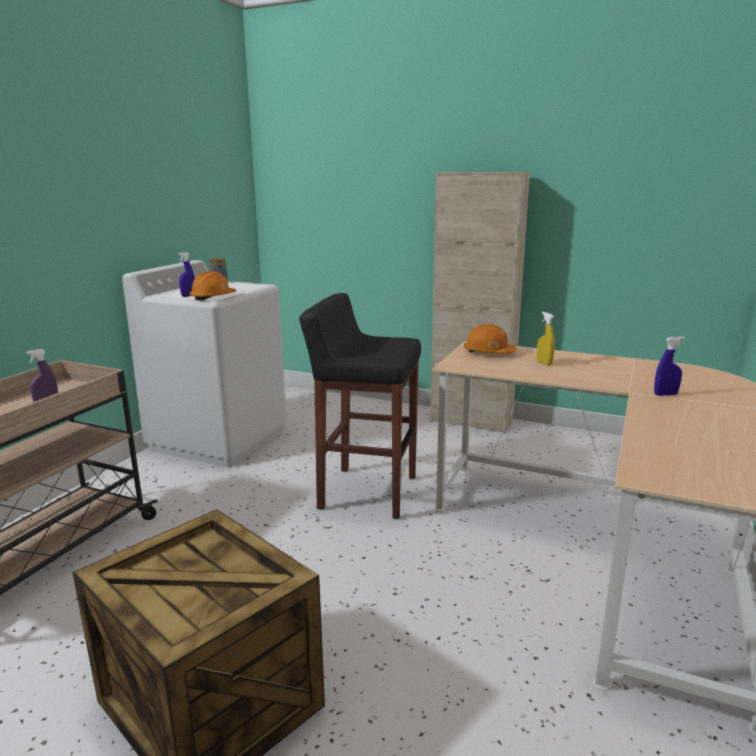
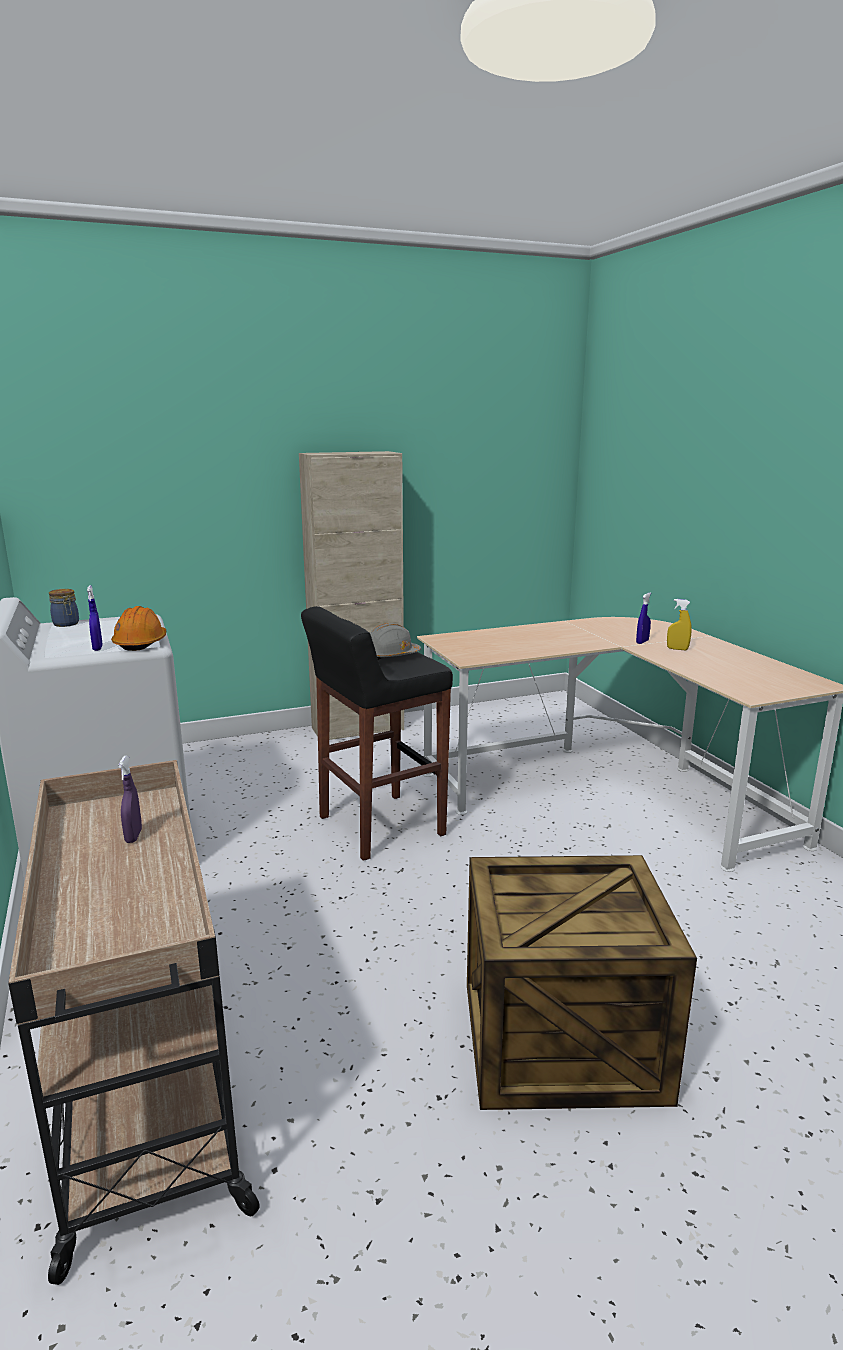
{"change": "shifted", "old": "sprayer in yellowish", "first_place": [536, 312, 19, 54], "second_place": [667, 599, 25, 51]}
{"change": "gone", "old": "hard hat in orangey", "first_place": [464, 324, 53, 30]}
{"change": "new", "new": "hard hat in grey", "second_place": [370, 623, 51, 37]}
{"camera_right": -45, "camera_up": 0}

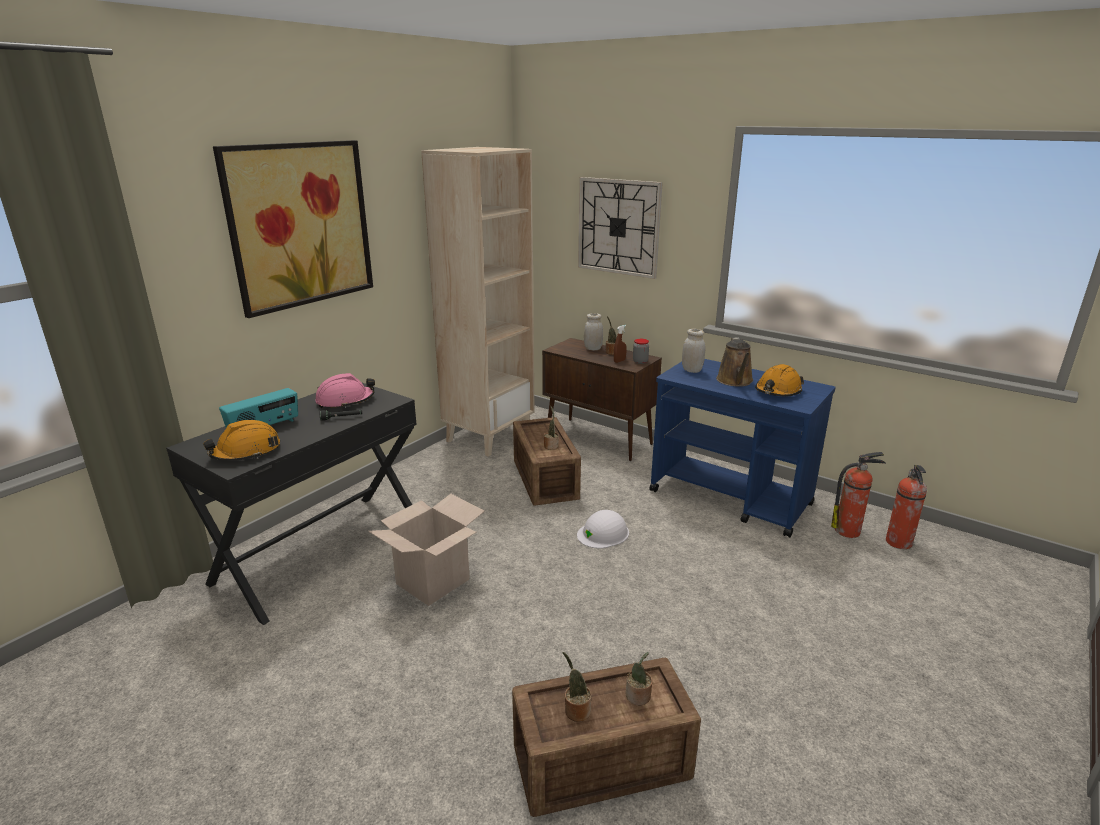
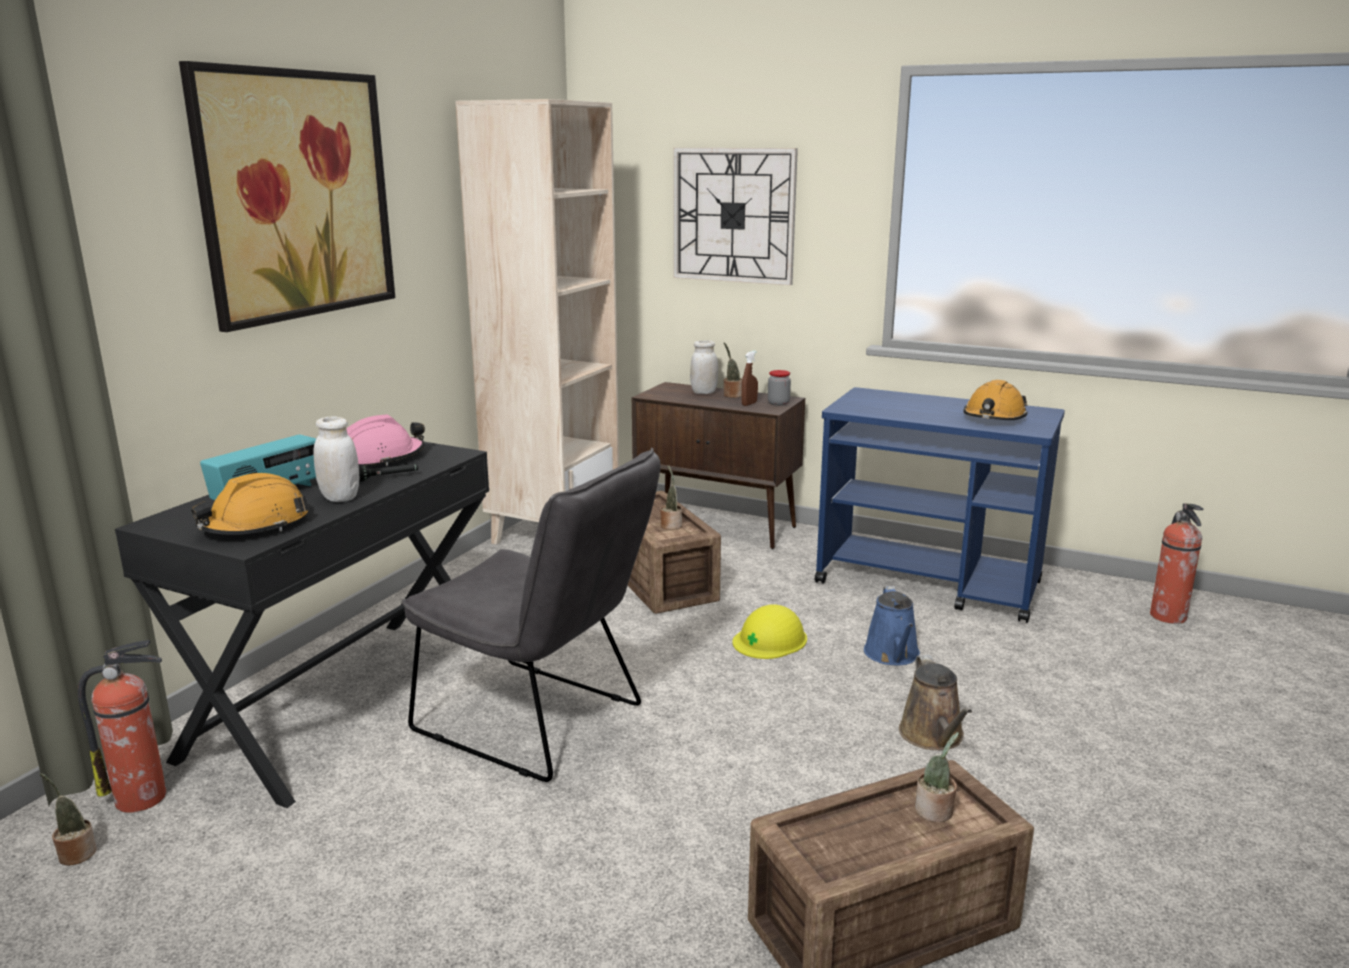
{"change": "shifted", "old": "storage jar in white-coloured", "first_place": [682, 329, 24, 44], "second_place": [313, 416, 46, 86]}
{"change": "shifted", "old": "sprinkling can in brown", "first_place": [716, 338, 37, 49], "second_place": [899, 655, 73, 95]}
{"change": "shifted", "old": "fire-fighting cylinder", "first_place": [831, 452, 55, 86], "second_place": [78, 640, 89, 173]}
{"change": "swapped", "old": "cardboard box", "new": "plain chair in grey", "first_place": [368, 494, 117, 112], "second_place": [402, 448, 259, 334]}
{"change": "repainted", "old": "hard hat in white-coloured", "new": "hard hat in yellowish", "first_place": [577, 510, 52, 39], "second_place": [732, 605, 75, 54]}
{"change": "shifted", "old": "plant in a pot", "first_place": [563, 652, 28, 70], "second_place": [40, 773, 57, 93]}
{"change": "new", "new": "sprinkling can in blue-coloured", "second_place": [864, 586, 56, 79]}
{"camera_right": -10, "camera_up": -5}

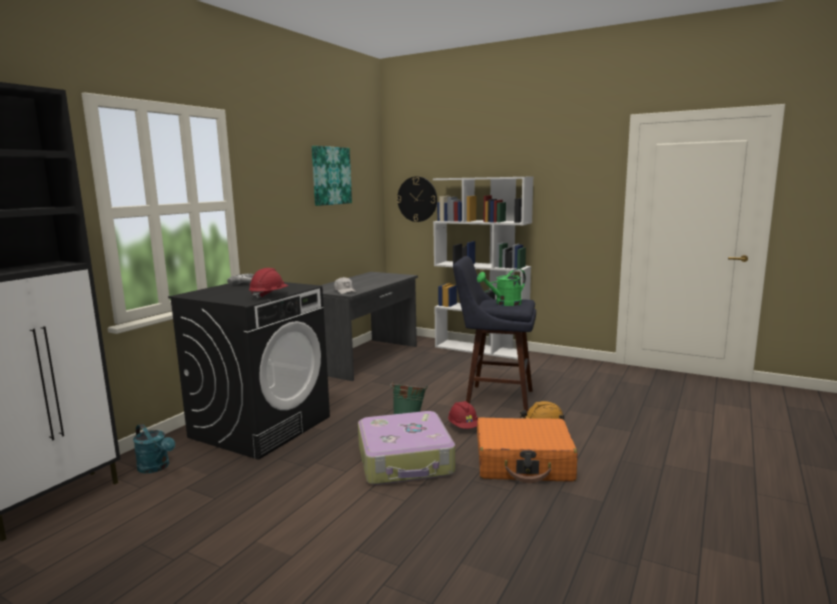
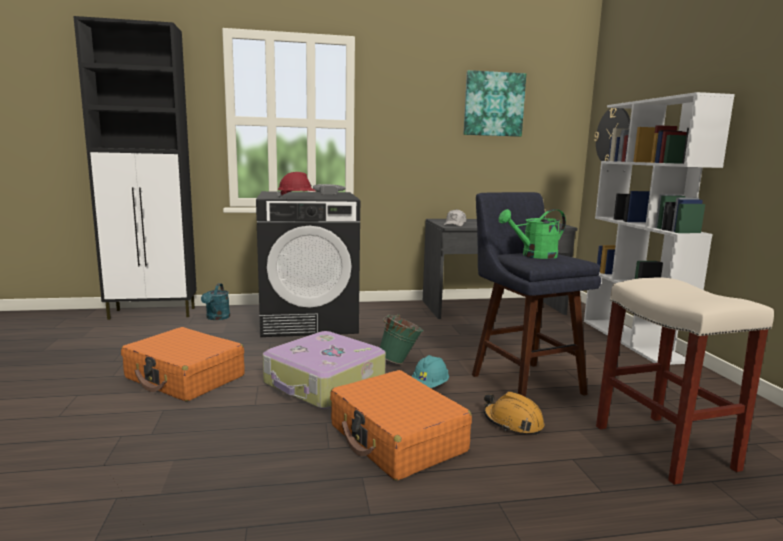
{"change": "rotated", "old": "sprinkling can in green", "first_place": [477, 269, 49, 37], "second_place": [498, 209, 68, 50], "degrees": -45}
{"change": "repainted", "old": "hard hat in reddish", "new": "hard hat in turquoise-coloured", "first_place": [448, 401, 30, 28], "second_place": [411, 355, 38, 33]}
{"change": "new", "new": "stool in sand-coloured", "second_place": [596, 277, 178, 208]}
{"change": "new", "new": "piece of luggage in orangey", "second_place": [121, 327, 124, 75]}
{"camera_right": 50, "camera_up": 0}

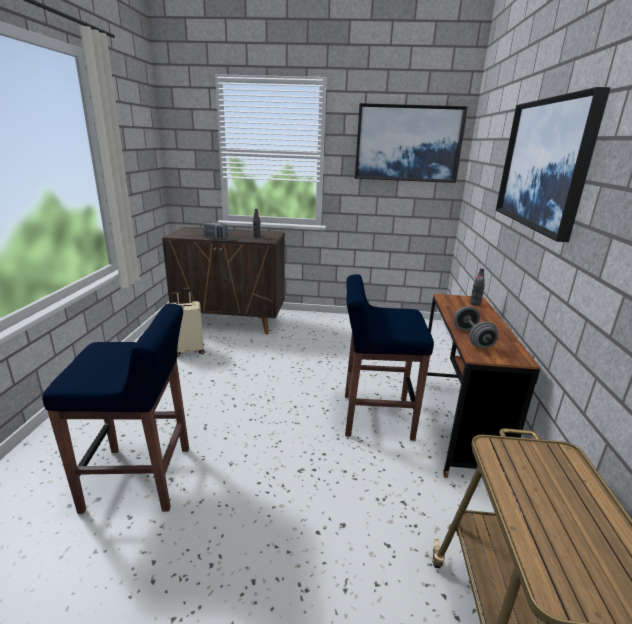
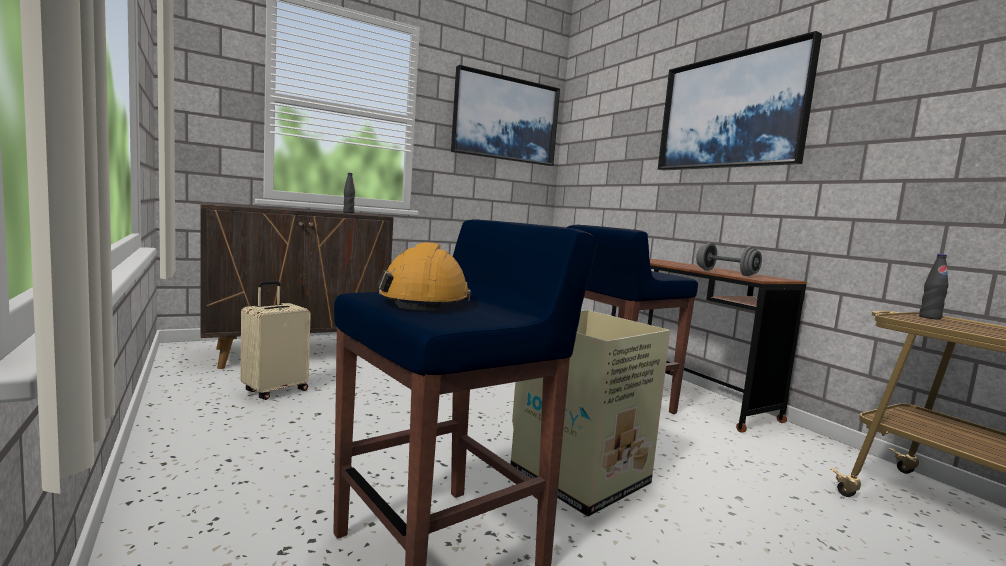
{"change": "gone", "old": "radio receiver", "first_place": [203, 221, 25, 18]}
{"change": "shifted", "old": "beverage bottle in black", "first_place": [470, 268, 15, 38], "second_place": [919, 254, 29, 66]}
{"change": "new", "new": "hard hat in orangey", "second_place": [377, 242, 95, 68]}
{"change": "new", "new": "cardboard box", "second_place": [511, 310, 159, 207]}
{"camera_right": -35, "camera_up": -15}

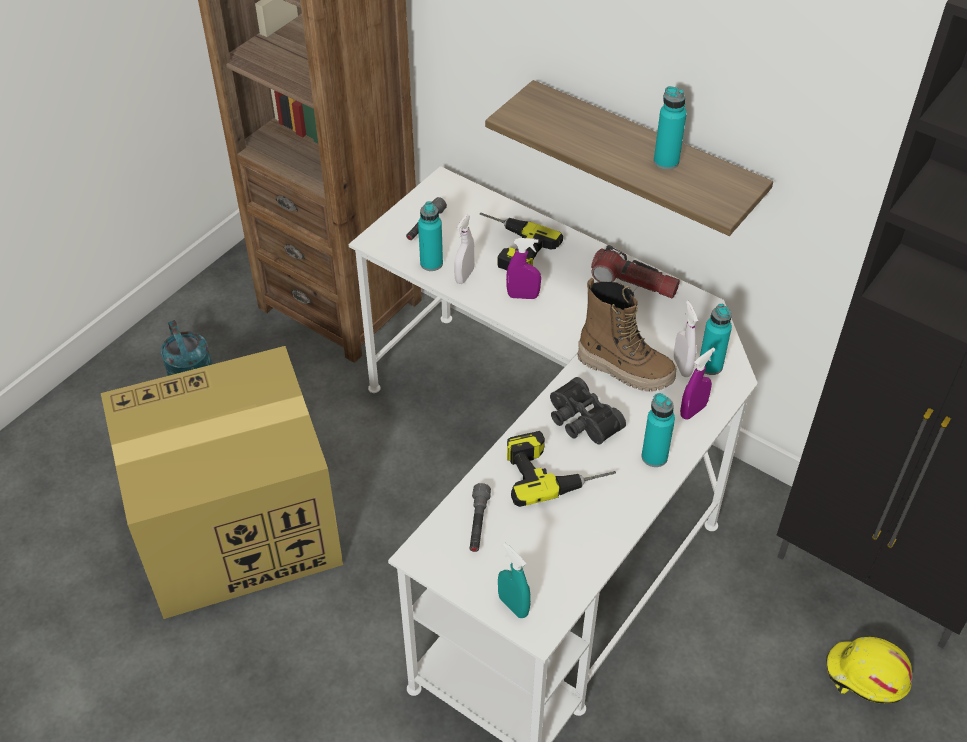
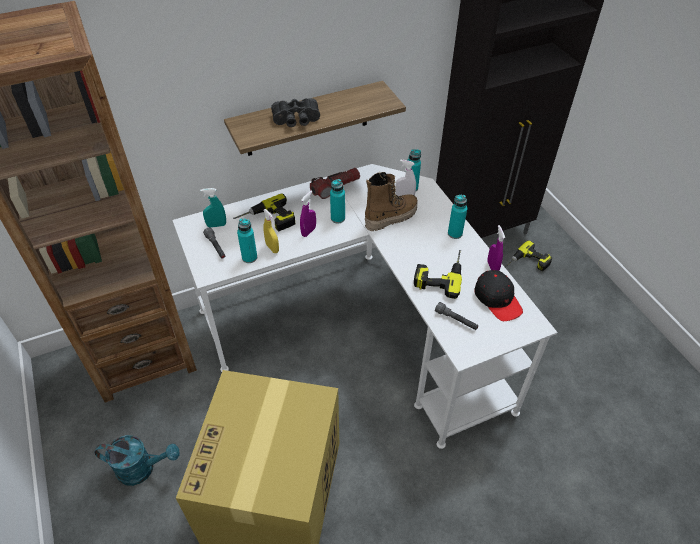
{"change": "shifted", "old": "beverage bottle in turquoise-coloured", "first_place": [654, 86, 33, 84], "second_place": [330, 179, 15, 44]}
{"change": "repainted", "old": "sprayer in white-coloured", "new": "sprayer in yellowish", "first_place": [454, 215, 21, 69], "second_place": [263, 209, 16, 44]}
{"change": "shifted", "old": "sprayer in purple-coloured", "first_place": [680, 348, 35, 72], "second_place": [487, 225, 18, 46]}
{"change": "shifted", "old": "binoculars in black", "first_place": [550, 377, 76, 68], "second_place": [271, 98, 49, 29]}
{"change": "shifted", "old": "sprayer in turquoise-coloured", "first_place": [498, 543, 33, 75], "second_place": [200, 188, 26, 40]}
{"change": "swapped", "old": "hard hat in yellowish", "new": "power drill", "first_place": [826, 637, 86, 67], "second_place": [505, 240, 47, 31]}
{"change": "new", "new": "cap in black", "second_place": [475, 270, 48, 51]}
{"camera_right": -60, "camera_up": 0}

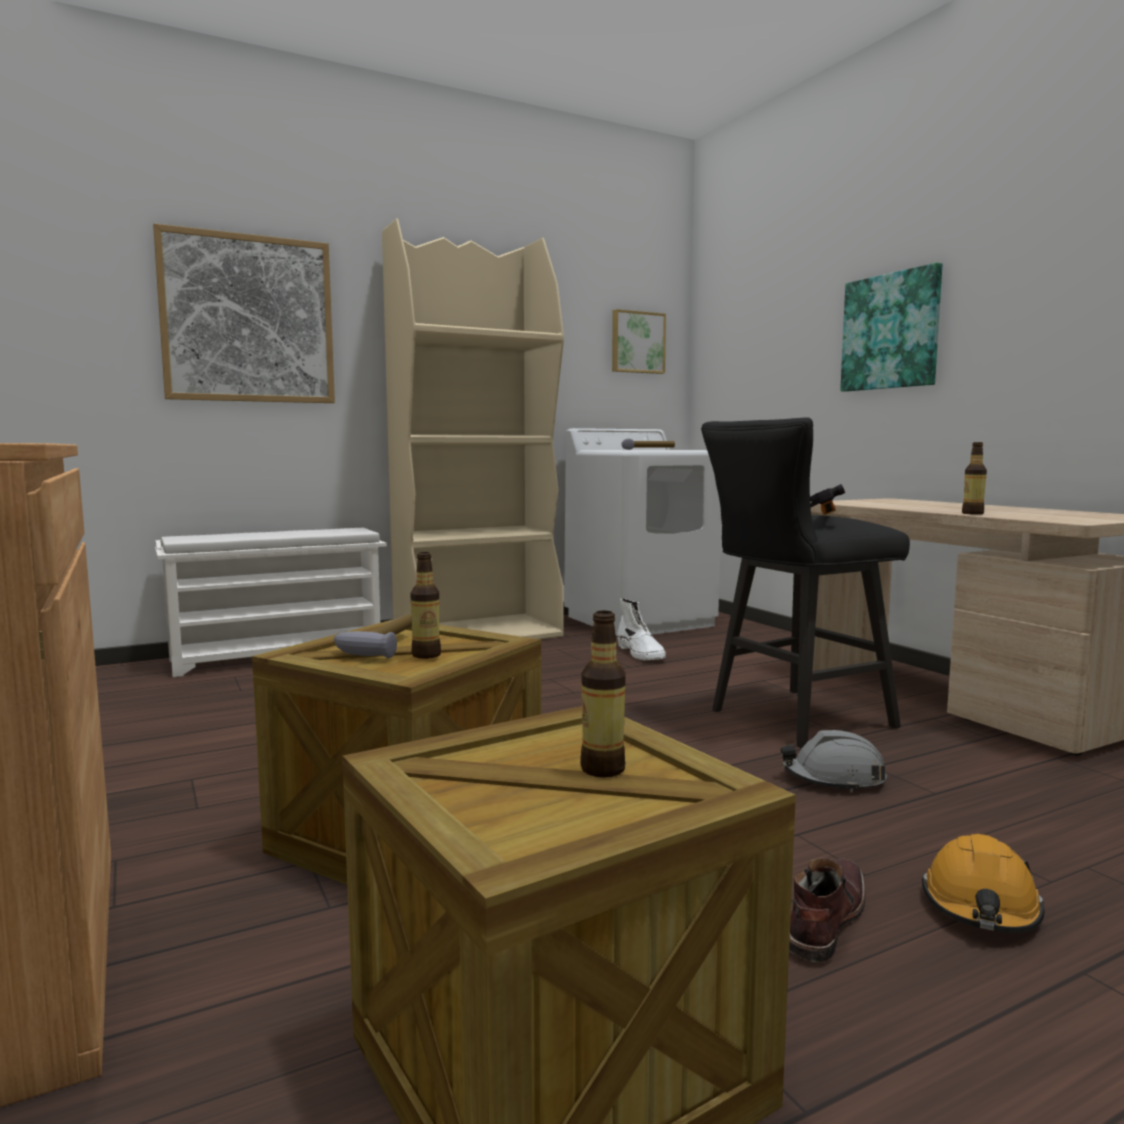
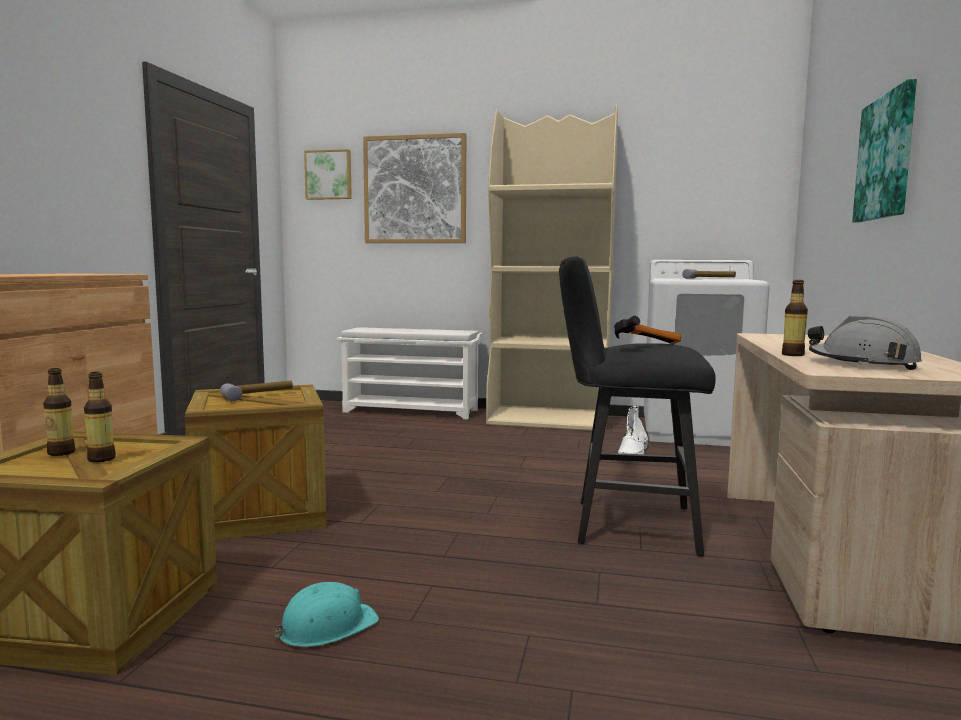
{"change": "shifted", "old": "wall picture", "first_place": [612, 309, 54, 65], "second_place": [304, 149, 48, 51]}
{"change": "shifted", "old": "beverage bottle", "first_place": [411, 552, 30, 107], "second_place": [43, 368, 32, 88]}
{"change": "shifted", "old": "hard hat in grey", "first_place": [781, 730, 106, 62], "second_place": [808, 315, 114, 55]}
{"change": "gone", "old": "hard hat in orangey", "first_place": [922, 834, 122, 99]}
{"change": "swapped", "old": "high-top boot in brown", "new": "hard hat in turquoise-coloured", "first_place": [789, 858, 77, 105], "second_place": [274, 582, 105, 65]}
{"camera_right": 40, "camera_up": 0}

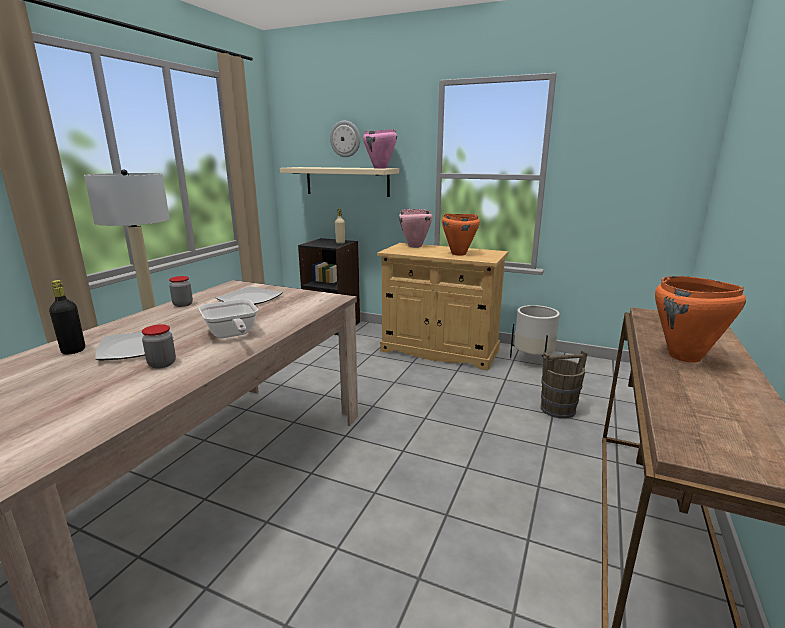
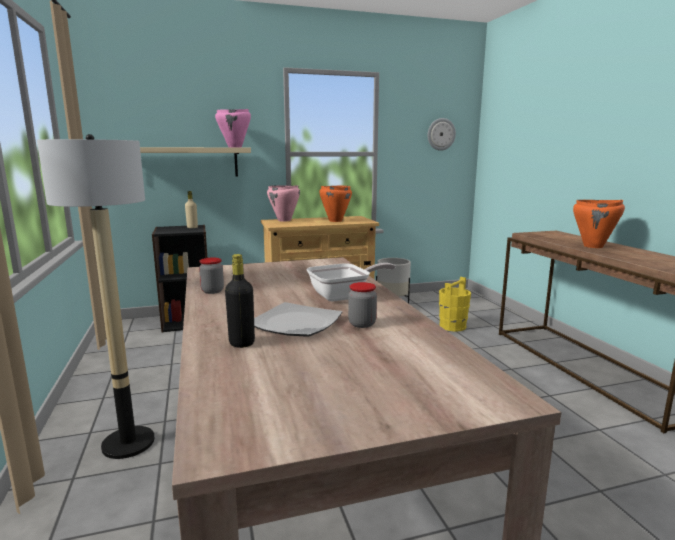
{"change": "shifted", "old": "wall clock", "first_place": [330, 121, 30, 36], "second_place": [428, 118, 28, 33]}
{"change": "gone", "old": "dinner plate", "first_place": [216, 286, 67, 19]}
{"change": "rotated", "old": "pan", "first_place": [198, 299, 60, 39], "second_place": [306, 263, 90, 39], "degrees": -45}
{"change": "repainted", "old": "pail in brown", "new": "pail in yellowish", "first_place": [541, 350, 47, 69], "second_place": [439, 277, 32, 55]}
{"camera_right": -40, "camera_up": -5}

